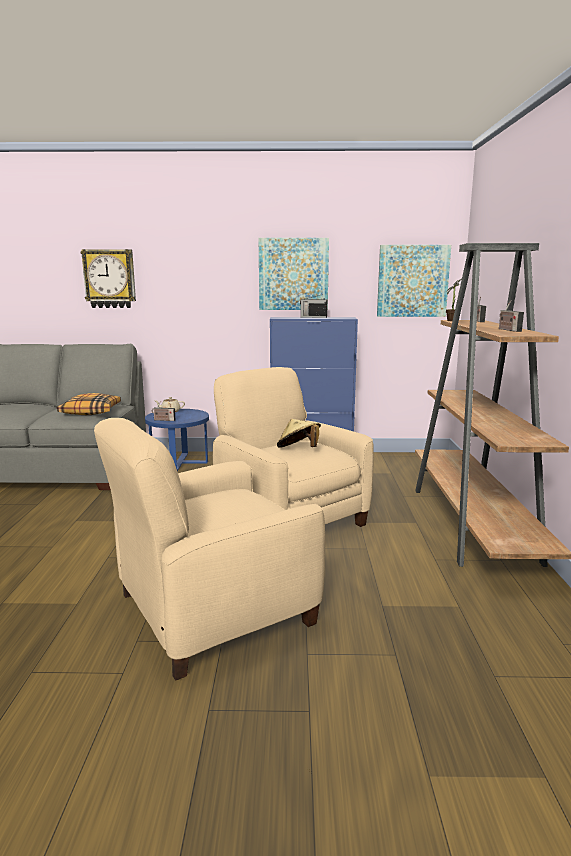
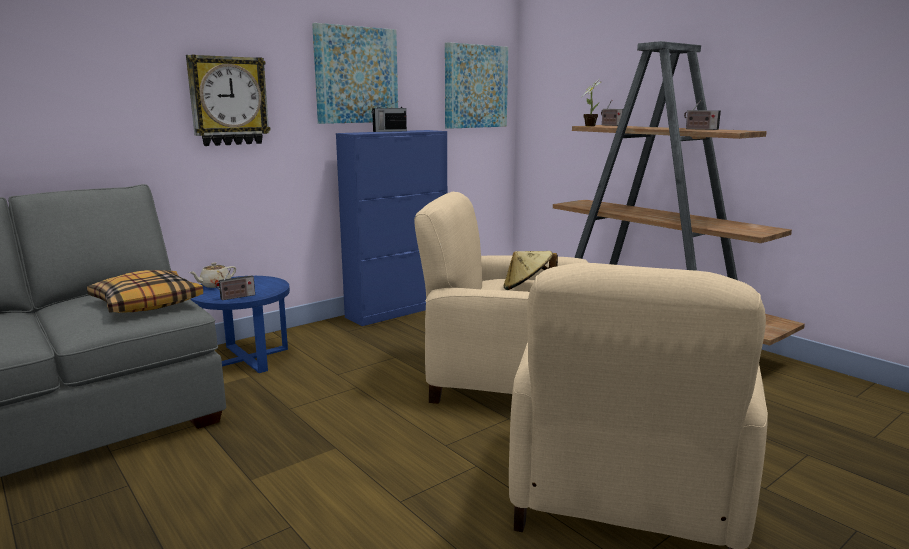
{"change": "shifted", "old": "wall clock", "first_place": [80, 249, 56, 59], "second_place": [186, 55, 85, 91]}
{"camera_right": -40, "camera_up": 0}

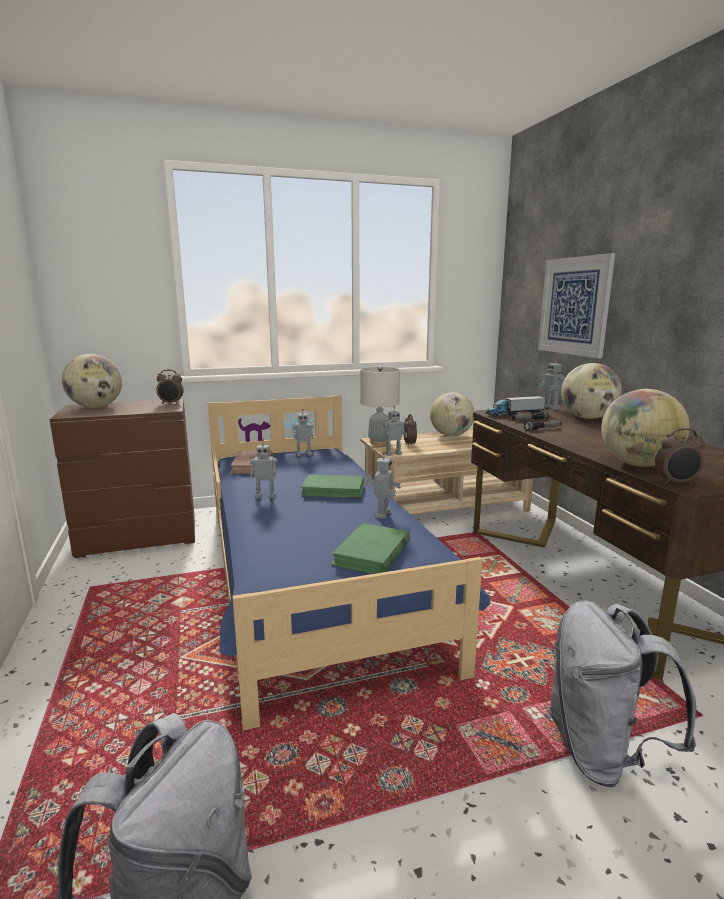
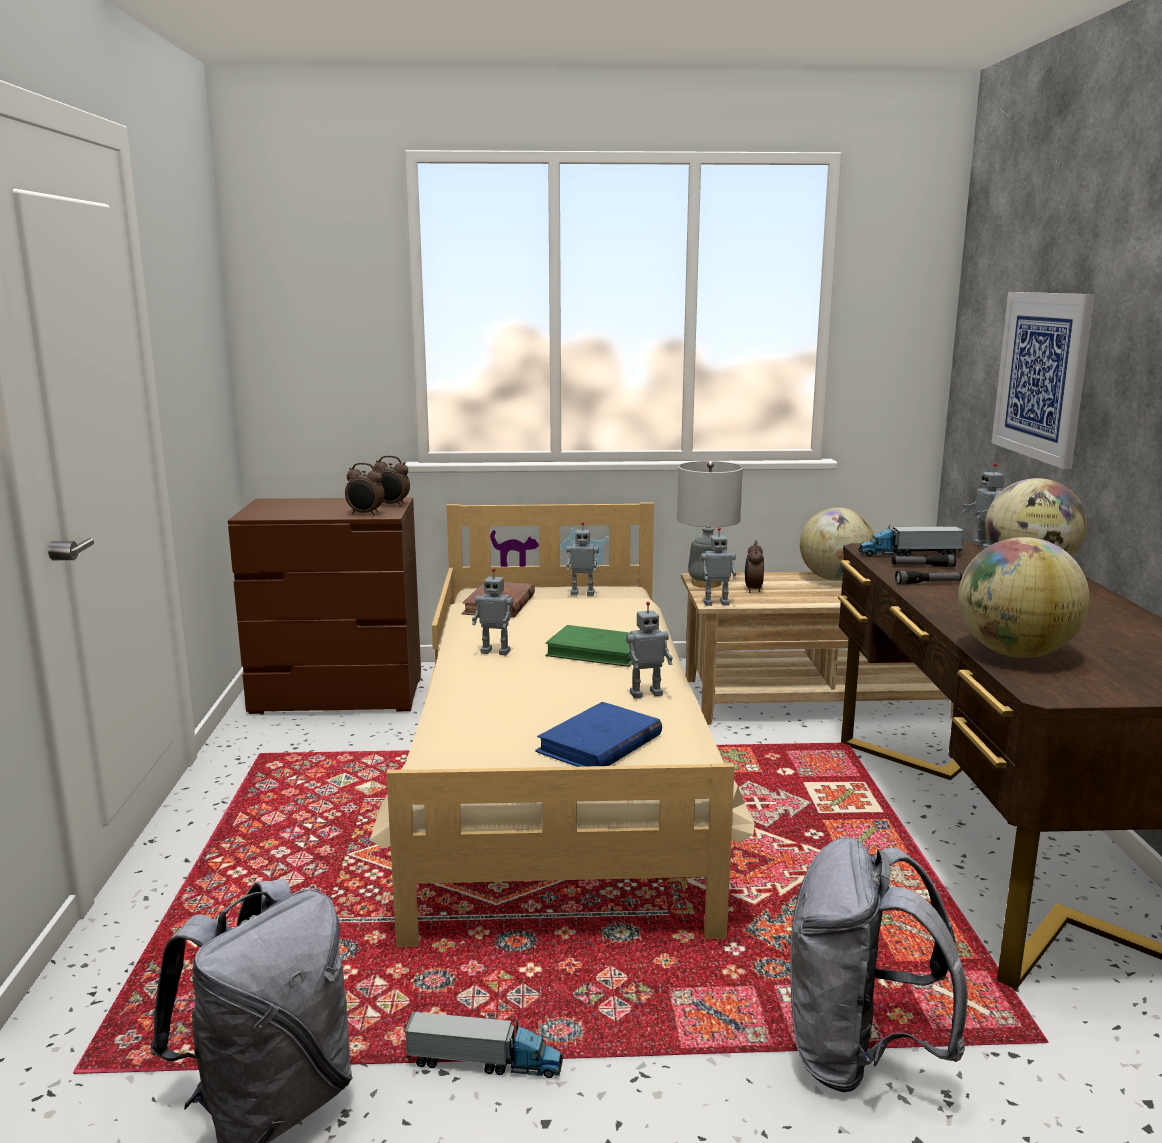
{"change": "gone", "old": "world globe", "first_place": [62, 354, 60, 54]}
{"change": "repainted", "old": "bed in blue-coloured", "new": "bed in sand-coloured", "first_place": [207, 395, 284, 336], "second_place": [370, 502, 385, 445]}
{"change": "shifted", "old": "table clock", "first_place": [655, 428, 50, 57], "second_place": [345, 463, 39, 53]}
{"change": "rotated", "old": "toy robot", "first_place": [366, 452, 35, 67], "second_place": [626, 602, 47, 96], "degrees": 45}
{"change": "repainted", "old": "bound book in green", "new": "bound book in blue-coloured", "first_place": [330, 523, 80, 51], "second_place": [535, 702, 127, 65]}
{"change": "new", "new": "toy lorry", "second_place": [404, 1012, 159, 66]}
{"camera_right": 15, "camera_up": 0}

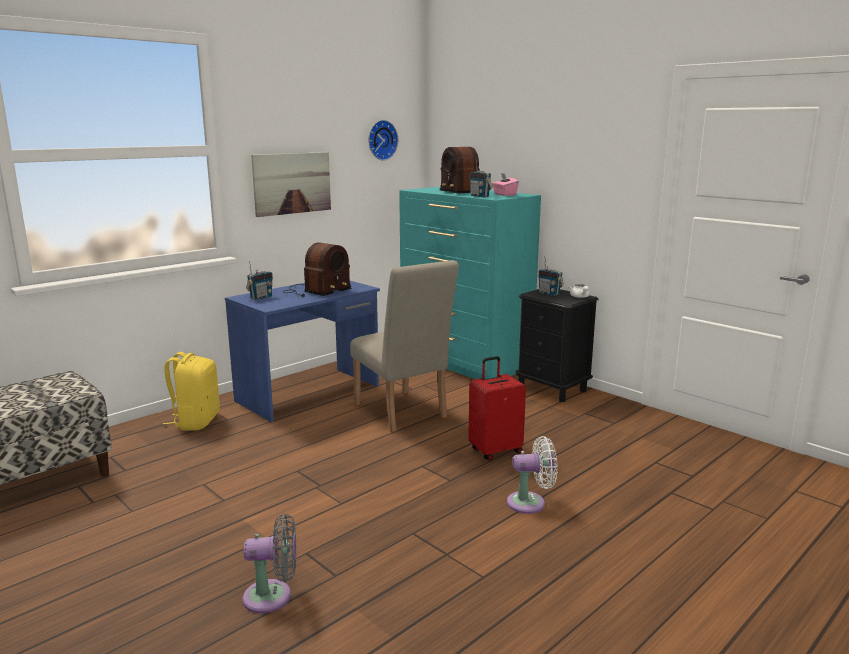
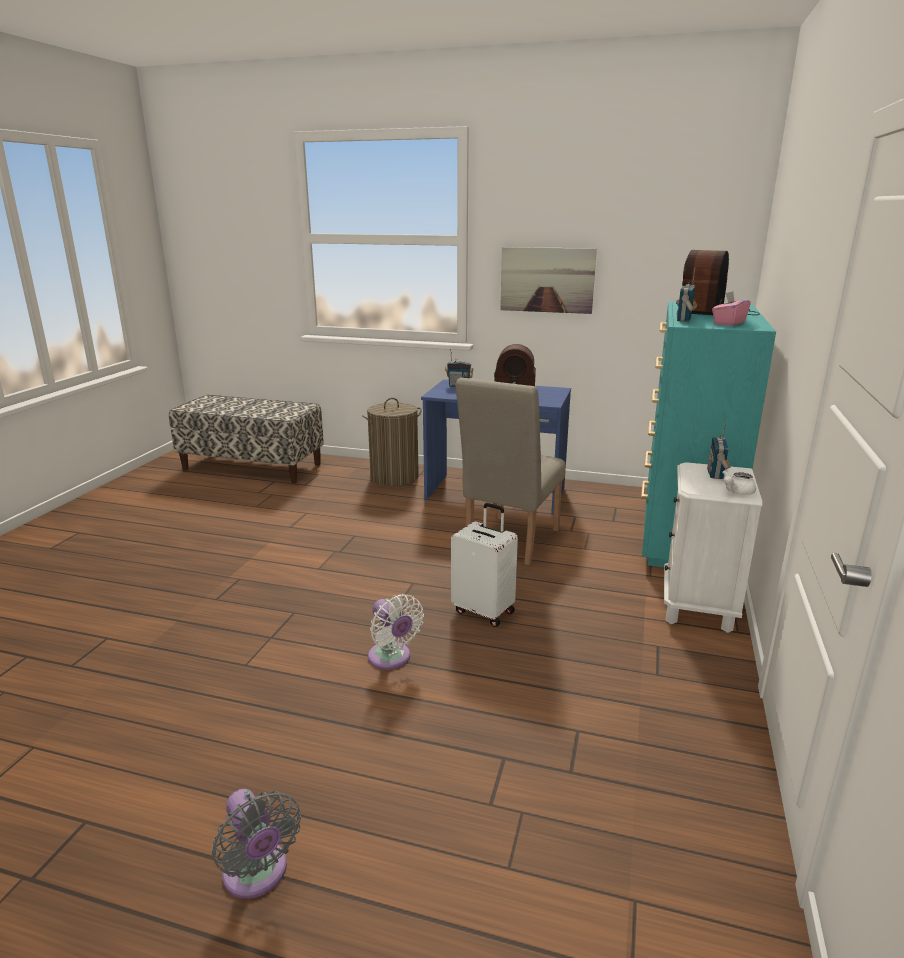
{"change": "gone", "old": "wall clock", "first_place": [368, 120, 30, 41]}
{"change": "repainted", "old": "night table in black", "new": "night table in white-coloured", "first_place": [516, 289, 83, 113], "second_place": [664, 462, 98, 171]}
{"change": "swapped", "old": "rucksack in yellowish", "new": "washing basket", "first_place": [163, 352, 57, 78], "second_place": [362, 398, 60, 88]}
{"change": "repainted", "old": "piece of luggage in reddish", "new": "piece of luggage in white-coloured", "first_place": [468, 356, 58, 104], "second_place": [451, 503, 67, 124]}
{"change": "shifted", "old": "electric fan in grey", "first_place": [242, 514, 54, 99], "second_place": [212, 789, 89, 110]}
{"camera_right": 60, "camera_up": 5}

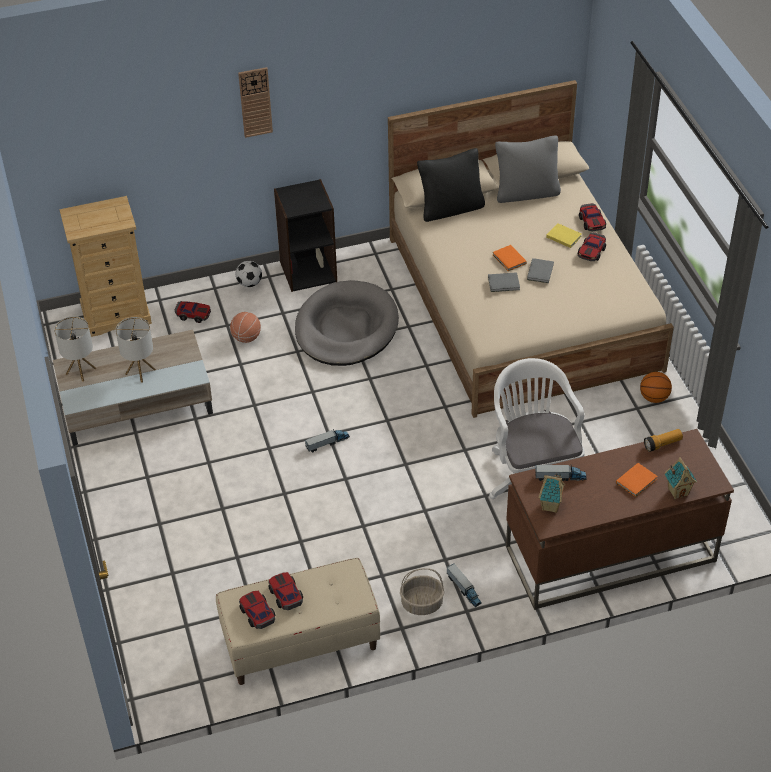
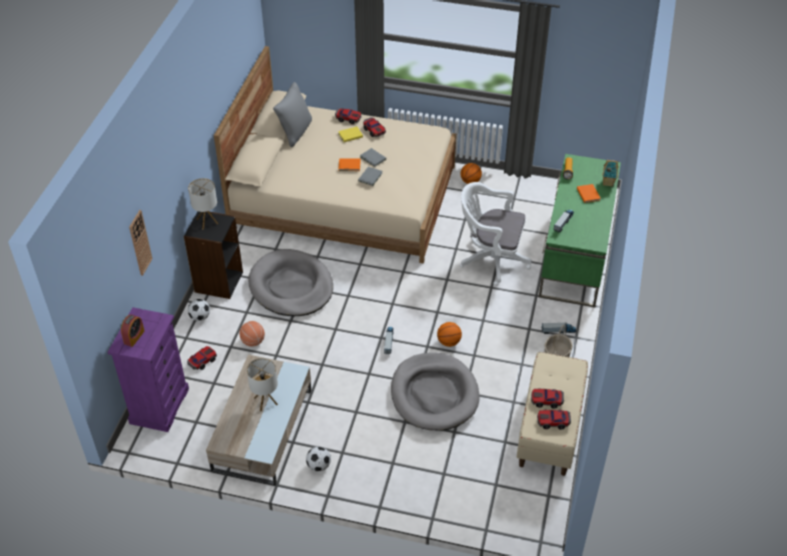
{"change": "shifted", "old": "wall clock", "first_place": [238, 67, 35, 71], "second_place": [129, 210, 23, 66]}
{"change": "gone", "old": "throw pillow in black", "first_place": [417, 148, 68, 74]}
{"change": "repainted", "old": "chest of drawers in sand-coloured", "new": "chest of drawers in purple-coloured", "first_place": [59, 196, 93, 141], "second_place": [108, 307, 81, 125]}
{"change": "shifted", "old": "table lamp", "first_place": [54, 316, 42, 66], "second_place": [188, 178, 30, 51]}
{"change": "repainted", "old": "desk table in brown", "new": "desk table in green", "first_place": [506, 429, 228, 181], "second_place": [539, 154, 82, 153]}
{"change": "gone", "old": "miniature house", "first_place": [539, 473, 26, 40]}
{"change": "new", "new": "table clock", "second_place": [121, 315, 23, 32]}
{"change": "new", "new": "ball for basketball", "second_place": [437, 322, 25, 25]}
{"change": "new", "new": "dog bed in grey", "second_place": [391, 352, 89, 78]}
{"change": "new", "new": "ball for football", "second_place": [306, 446, 25, 26]}
{"camera_right": -60, "camera_up": 0}

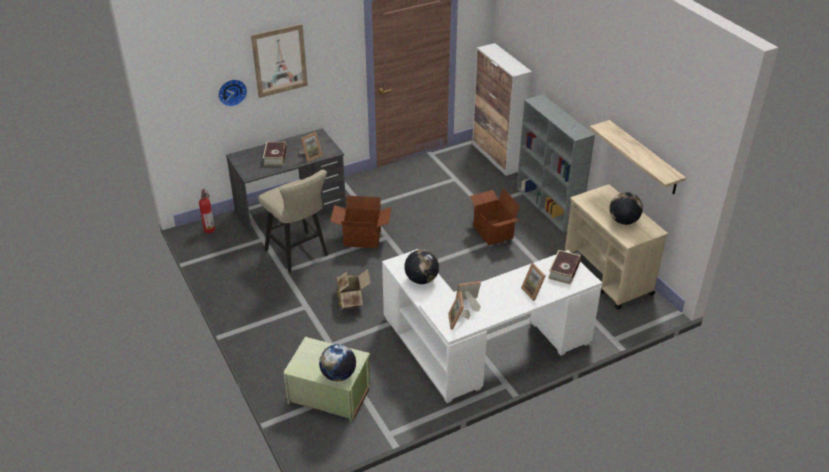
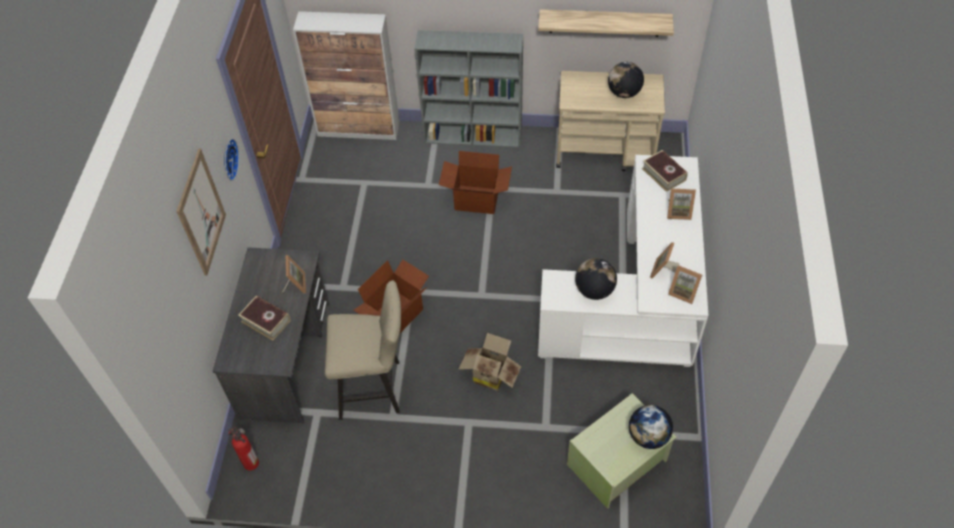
{"change": "shifted", "old": "wall clock", "first_place": [218, 79, 29, 28], "second_place": [224, 139, 15, 42]}
{"camera_right": -55, "camera_up": 15}

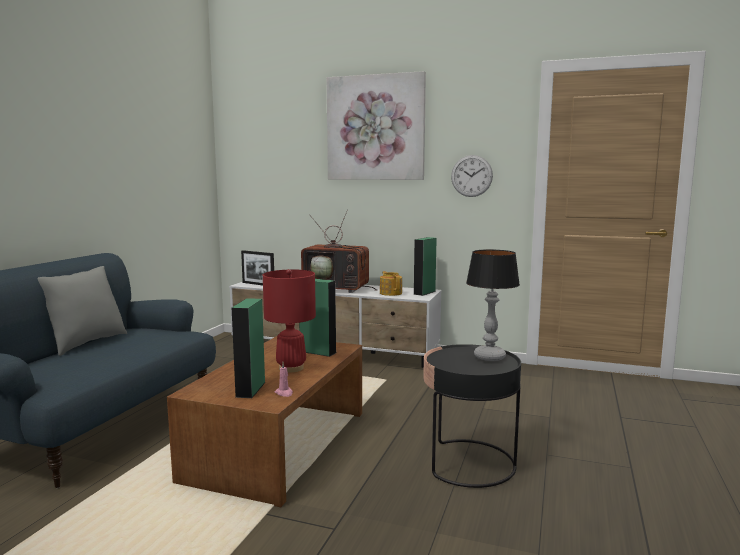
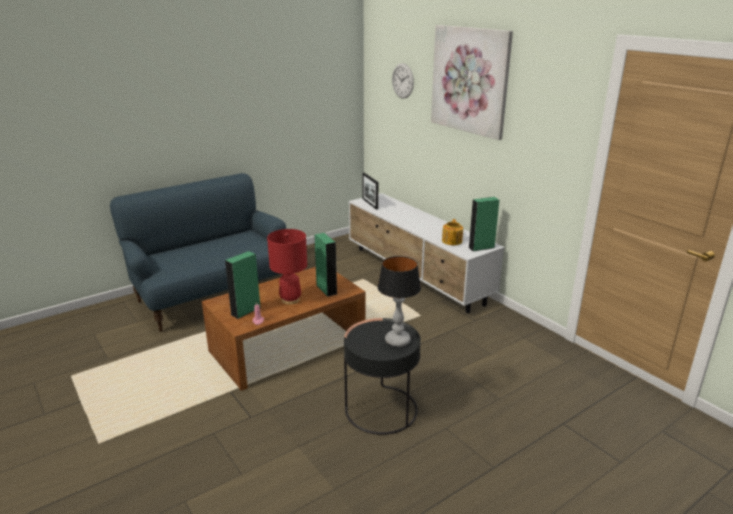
{"change": "shifted", "old": "wall clock", "first_place": [451, 155, 42, 42], "second_place": [392, 63, 22, 36]}
{"change": "gone", "old": "TV", "first_place": [301, 209, 76, 84]}
{"change": "gone", "old": "throw pillow in grey", "first_place": [37, 266, 90, 90]}
{"camera_right": 35, "camera_up": 15}

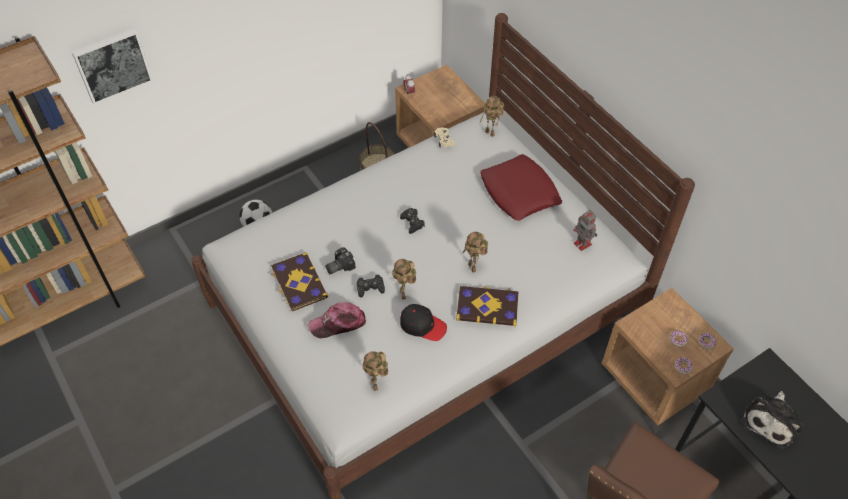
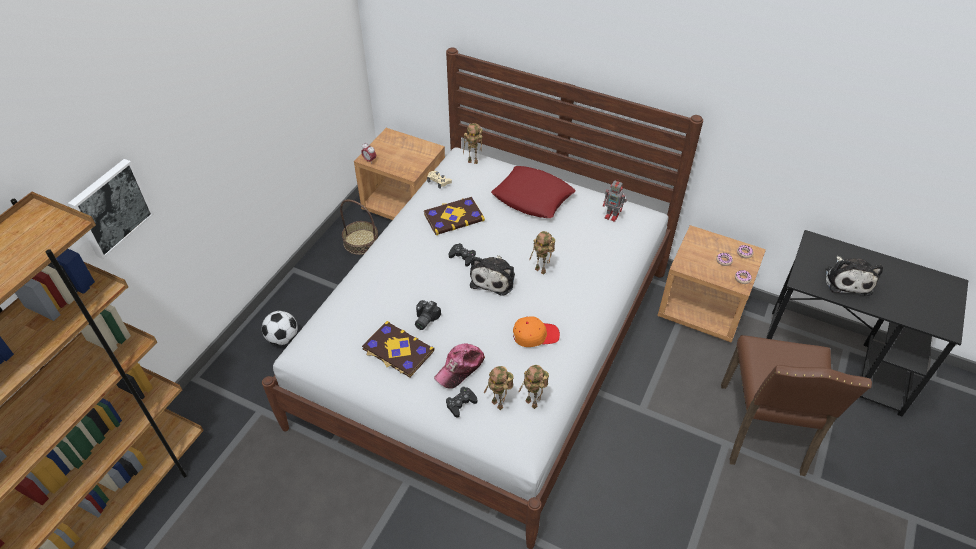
{"change": "shifted", "old": "toy robot", "first_place": [392, 259, 24, 41], "second_place": [484, 366, 30, 44]}
{"change": "shifted", "old": "joypad in black", "first_place": [356, 274, 29, 23], "second_place": [446, 387, 31, 31]}
{"change": "shifted", "old": "bound book", "first_place": [456, 286, 63, 40], "second_place": [424, 197, 61, 38]}
{"change": "repainted", "old": "cap in black", "new": "cap in orangey", "first_place": [400, 304, 47, 37], "second_place": [513, 316, 47, 31]}
{"change": "new", "new": "soft toy", "second_place": [470, 255, 45, 41]}
{"camera_right": -30, "camera_up": -5}

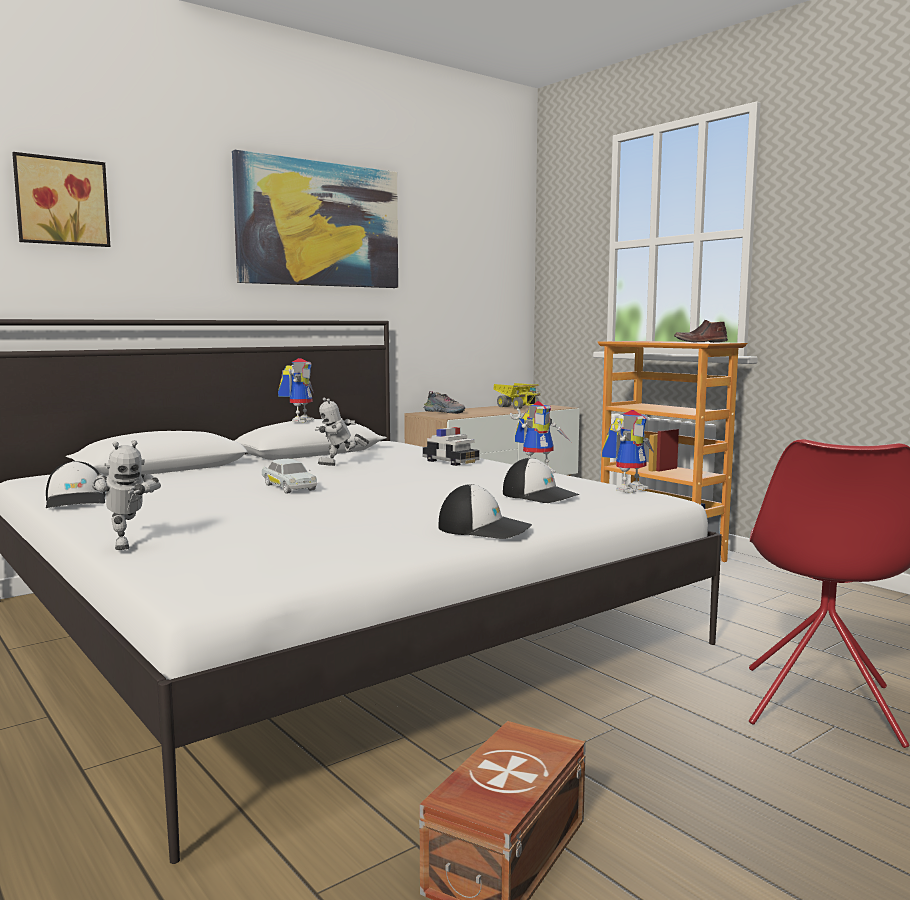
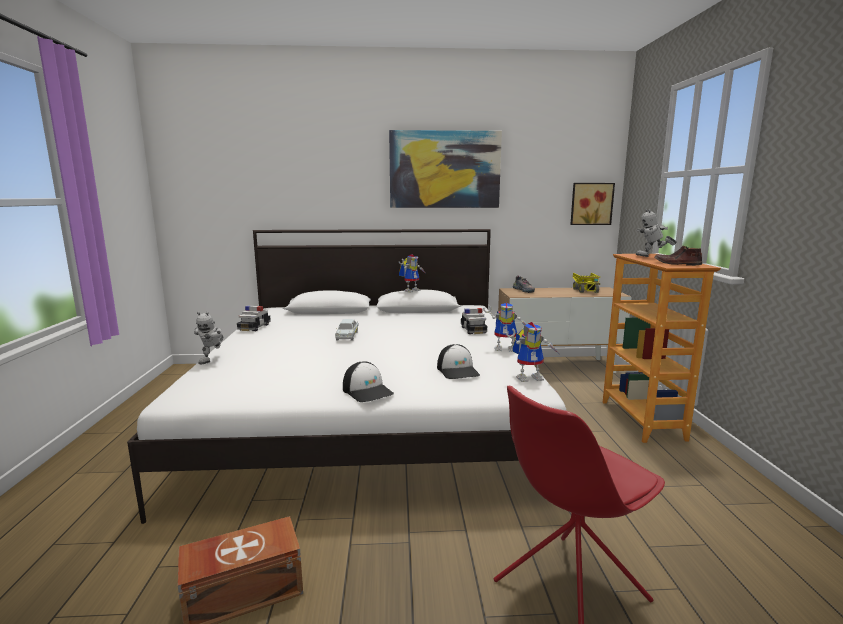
{"change": "shifted", "old": "wall picture", "first_place": [12, 152, 98, 95], "second_place": [570, 183, 45, 42]}
{"change": "shifted", "old": "toy robot", "first_place": [315, 397, 54, 69], "second_place": [636, 209, 41, 48]}
{"change": "swapped", "old": "cap", "new": "model car", "first_place": [46, 461, 60, 47], "second_place": [237, 306, 34, 25]}
{"camera_right": 35, "camera_up": 5}

